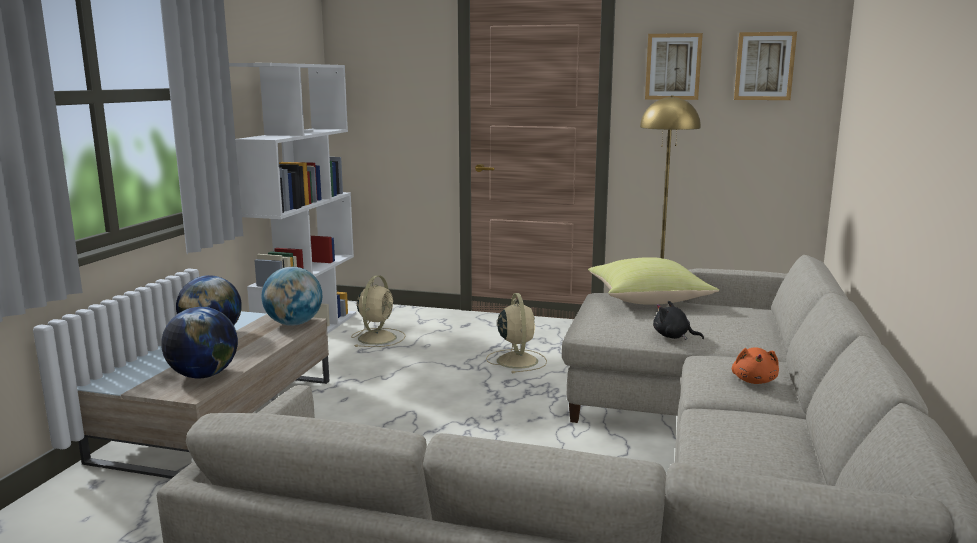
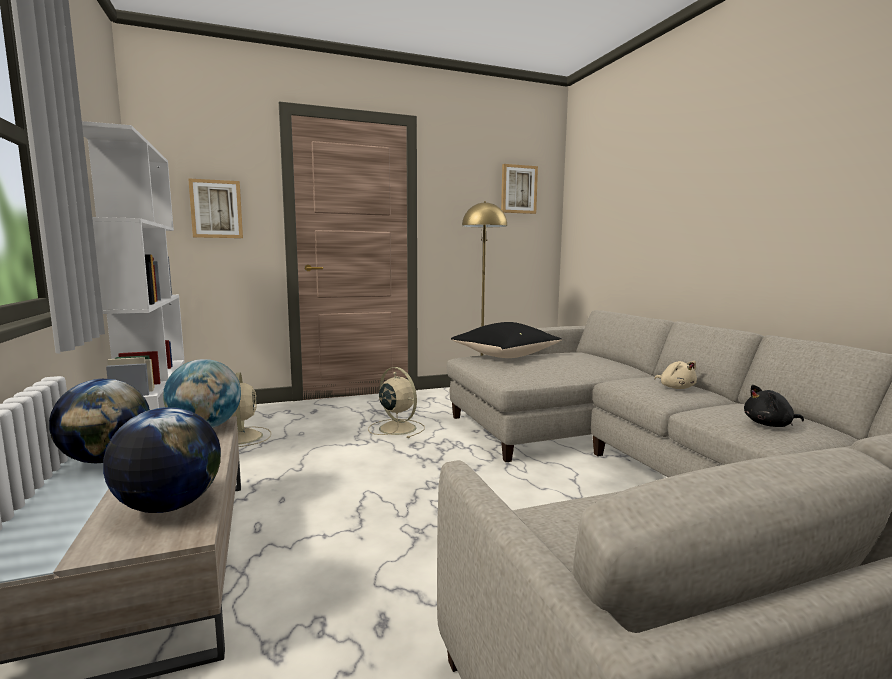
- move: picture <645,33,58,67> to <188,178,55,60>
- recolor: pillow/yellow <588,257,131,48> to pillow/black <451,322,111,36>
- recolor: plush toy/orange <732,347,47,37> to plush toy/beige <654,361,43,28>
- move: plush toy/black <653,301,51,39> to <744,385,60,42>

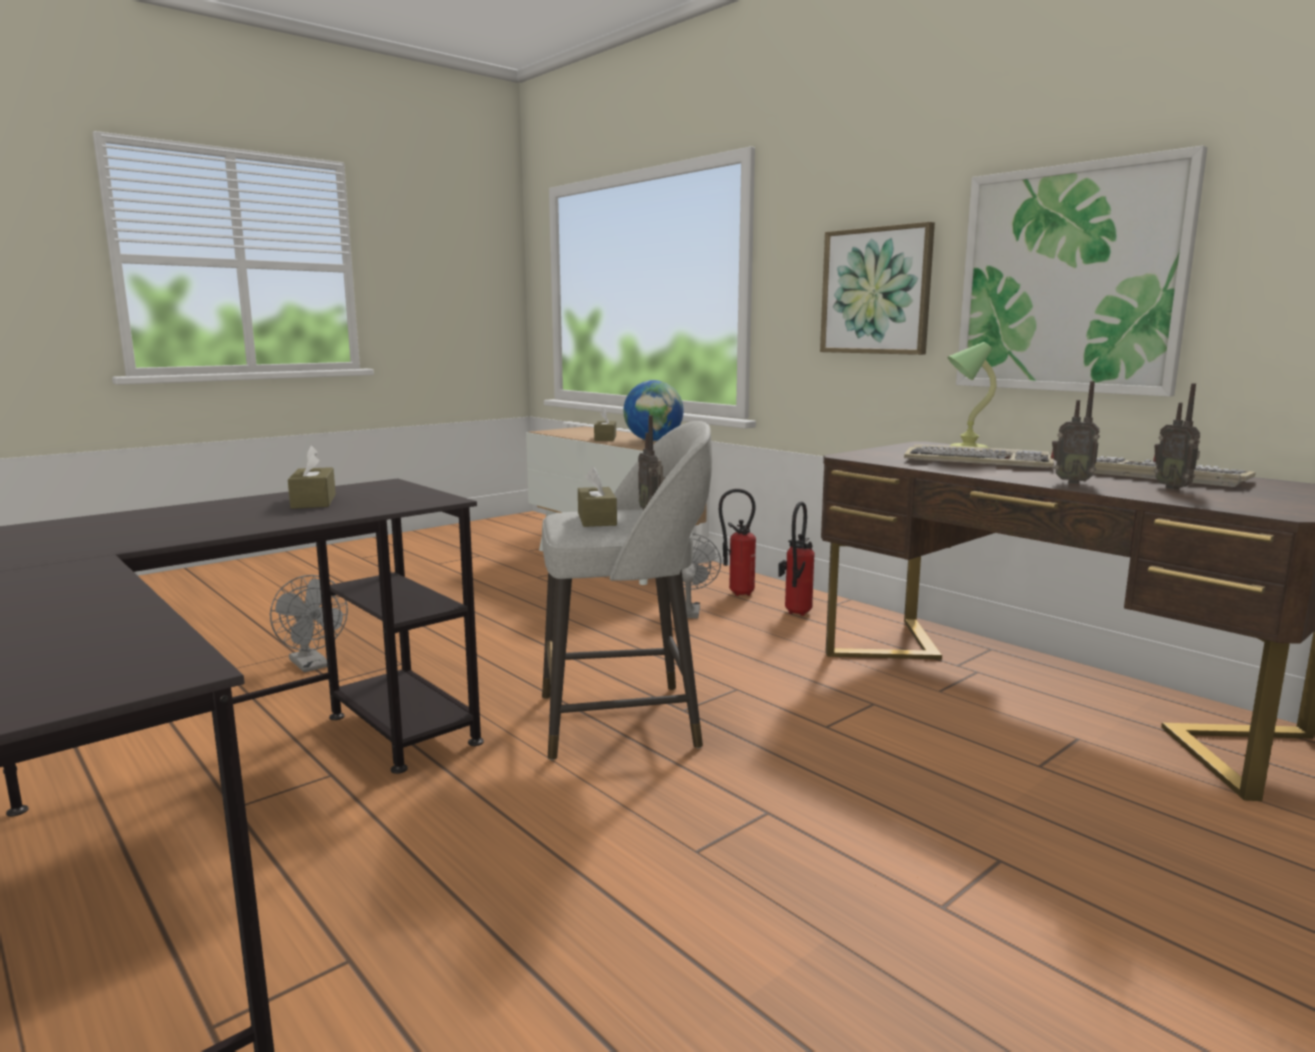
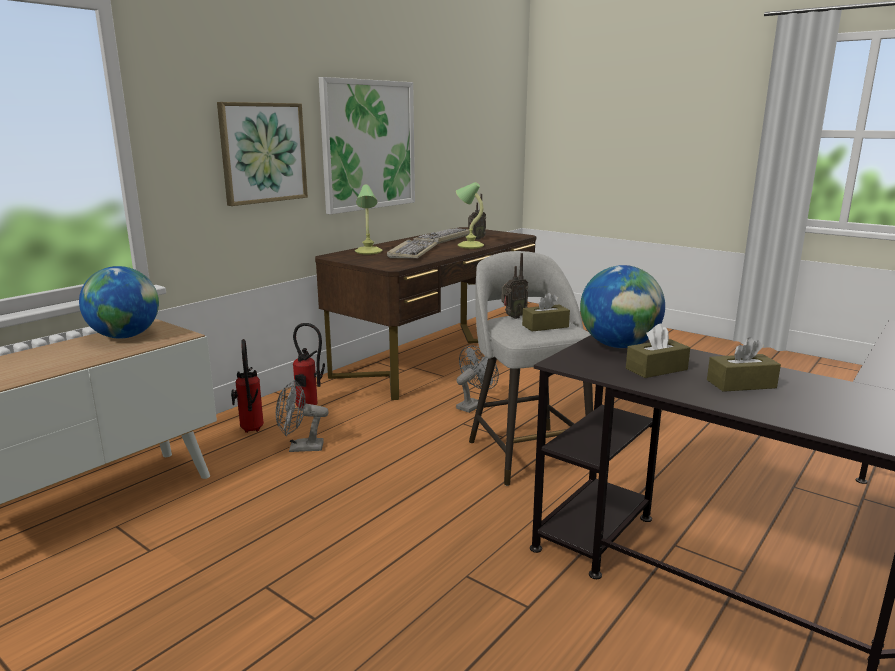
- replace: radio <1051,381,49,103> to table lamp <456,182,28,67>
- move: fan/grey <270,575,78,97> to <456,345,43,68>
- insert: globe <580,265,85,83>
- move: tissue box/brown <594,408,22,33> to <707,337,74,55>

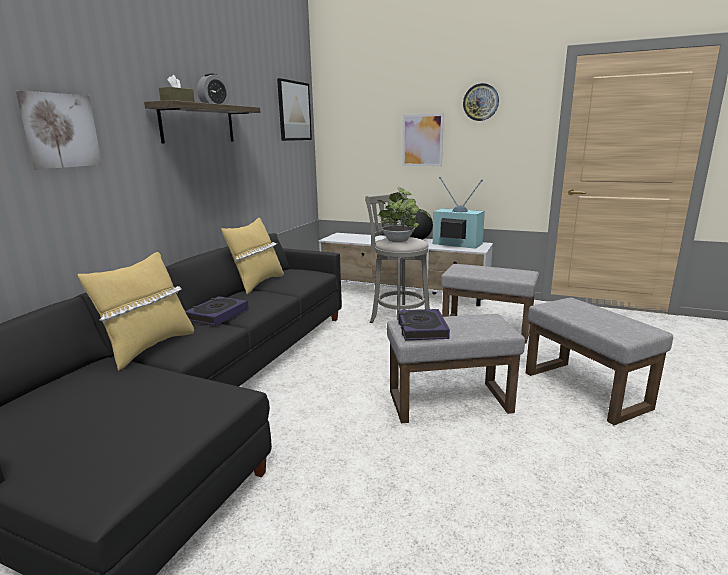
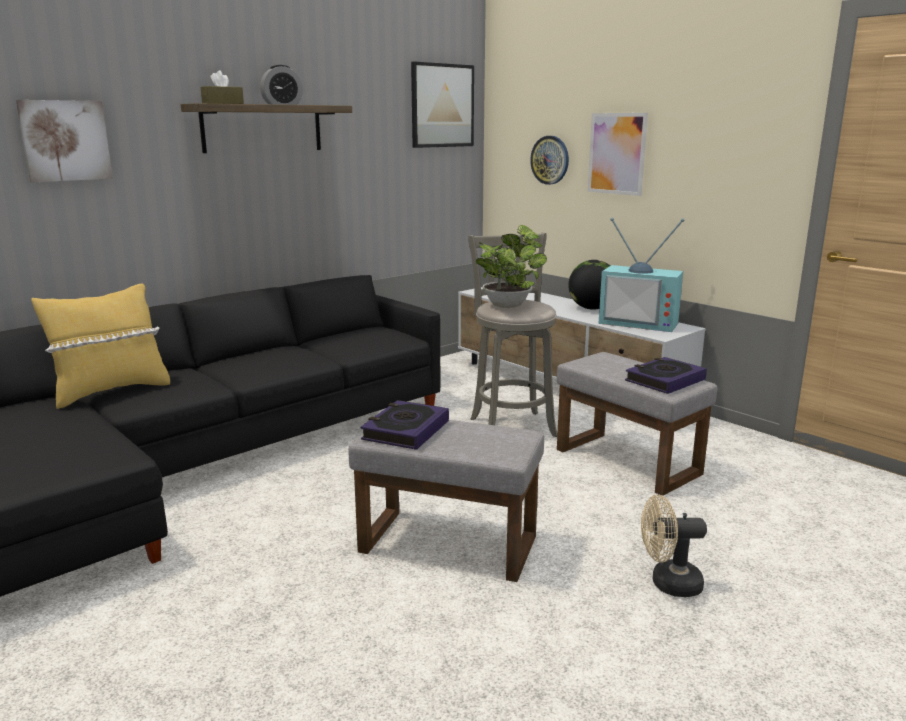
- move: wall clock <463,83,36,38> to <530,136,39,49>
- rotate: television <433,177,52,72> = <598,218,87,114> 150 degrees clockwise
- move: book <185,296,63,30> to <625,357,82,37>
- replace: ottoman/grey <525,298,148,127> to fan/beige <641,495,66,102>
- delete: pillow/yellow <221,218,63,76>

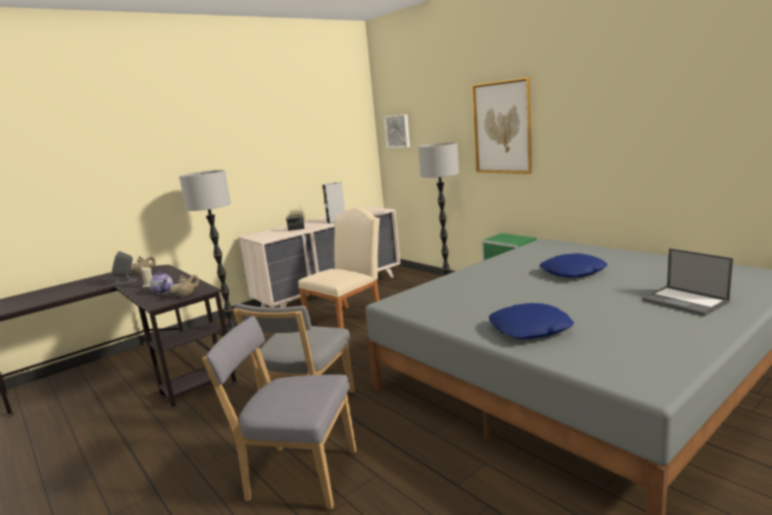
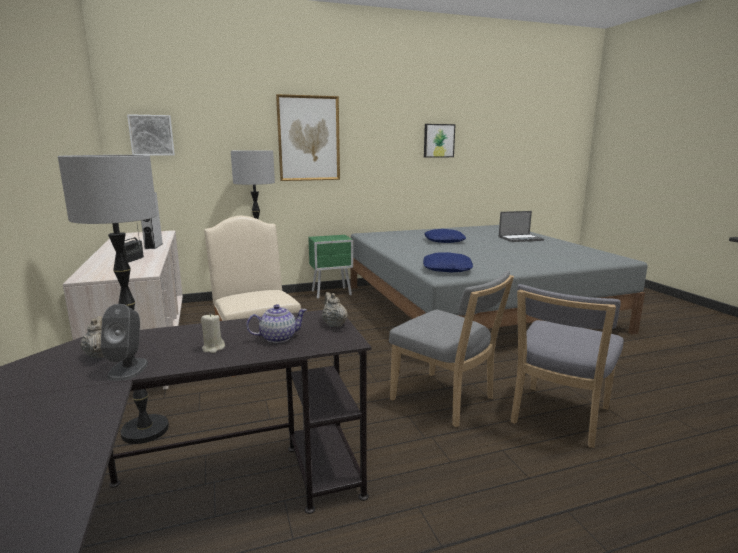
- move: pillow/blue <489,303,85,36> to <423,252,50,21>
- insert: picture <424,124,32,34>

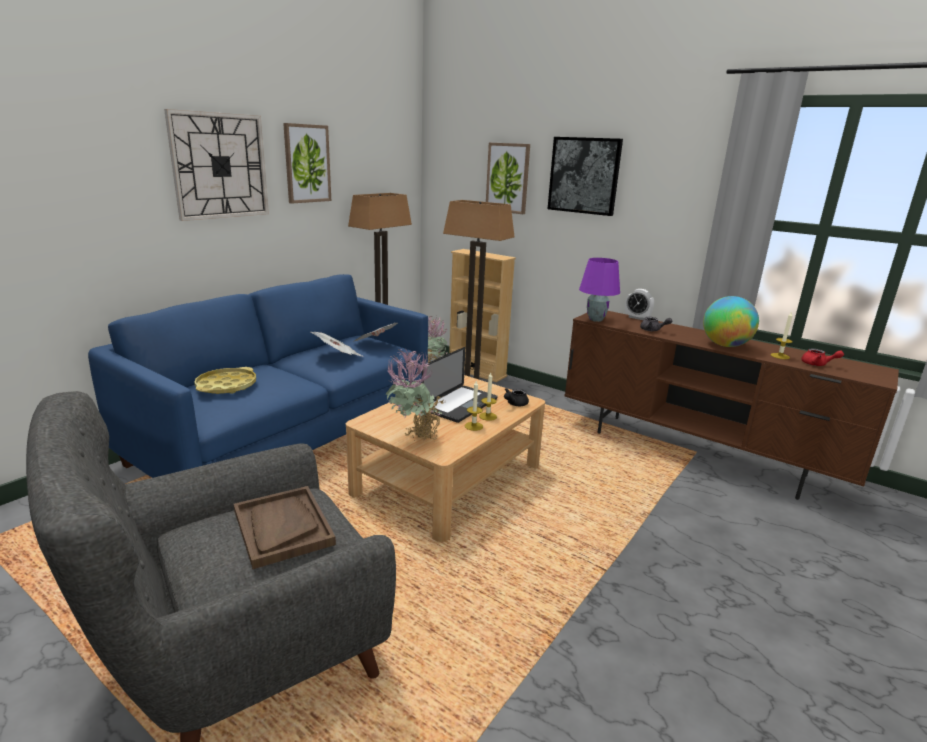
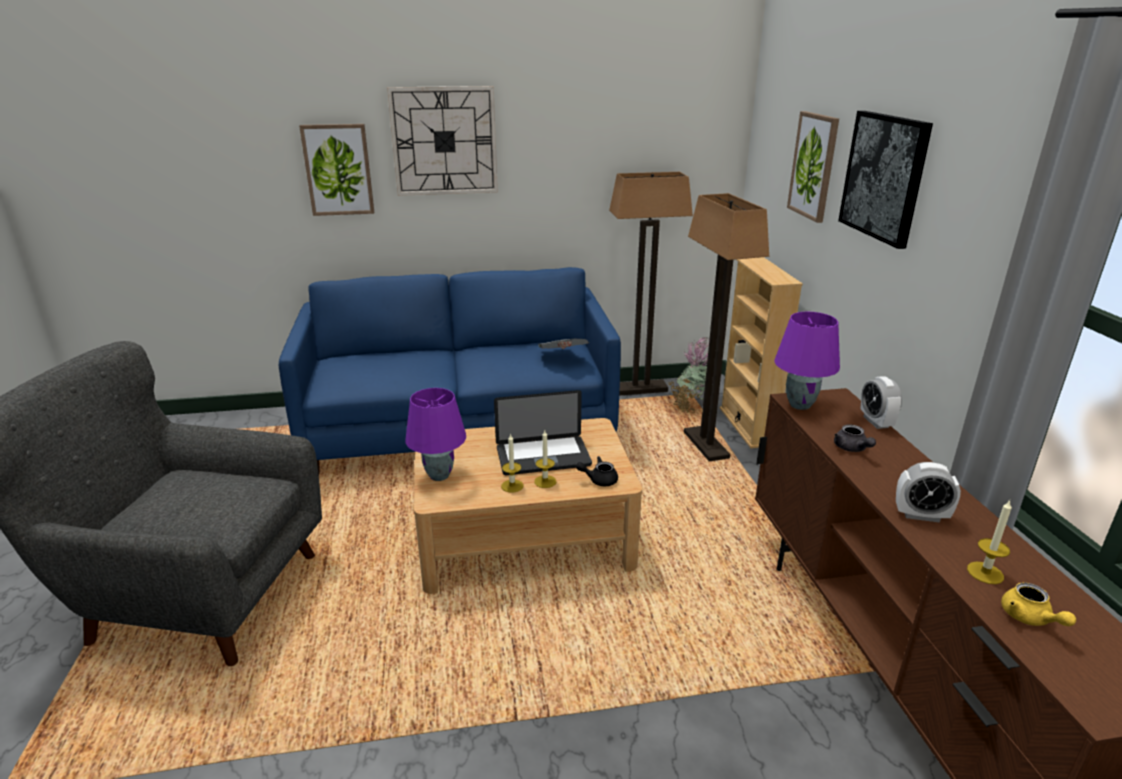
- move: picture <283,123,48,80> to <299,124,75,92>
- replace: potted plant <386,348,58,92> to table lamp/purple <405,388,61,93>
- replace: globe <703,296,56,51> to alarm clock <896,462,65,61>
- recolor: teapot/red <801,348,43,18> to teapot/yellow <1001,582,75,44>
- delete: tray/yellow <194,367,62,27>
- delete: tray/brown <234,486,102,83>
- delete: newspaper <311,332,51,24>

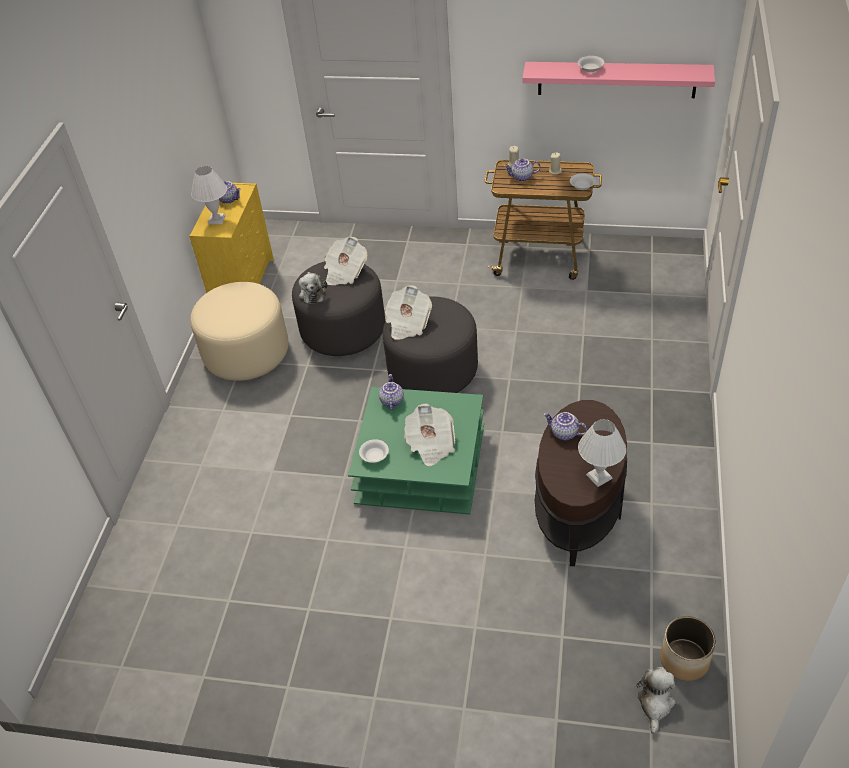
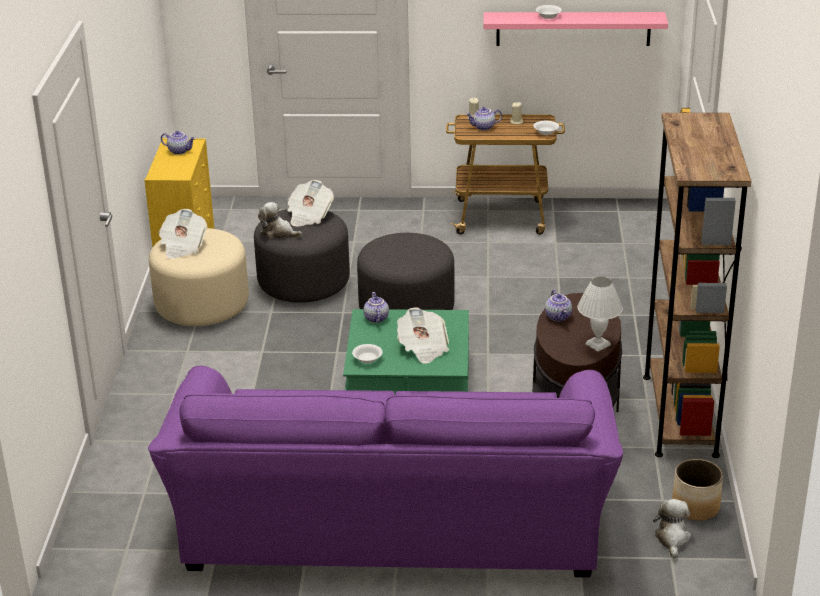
- insert: sofa/purple <148,366,475,212>
- move: newspaper <384,285,48,55> to <159,209,48,50>
- rotate: plush toy <299,272,28,32> = <258,202,44,37> 135 degrees clockwise
- rotate: teapot <544,412,43,28> = <545,290,27,32> 120 degrees counterclockwise
- insert: bookcase/brown <643,113,108,345>
- delete: table lamp/white <191,166,36,58>

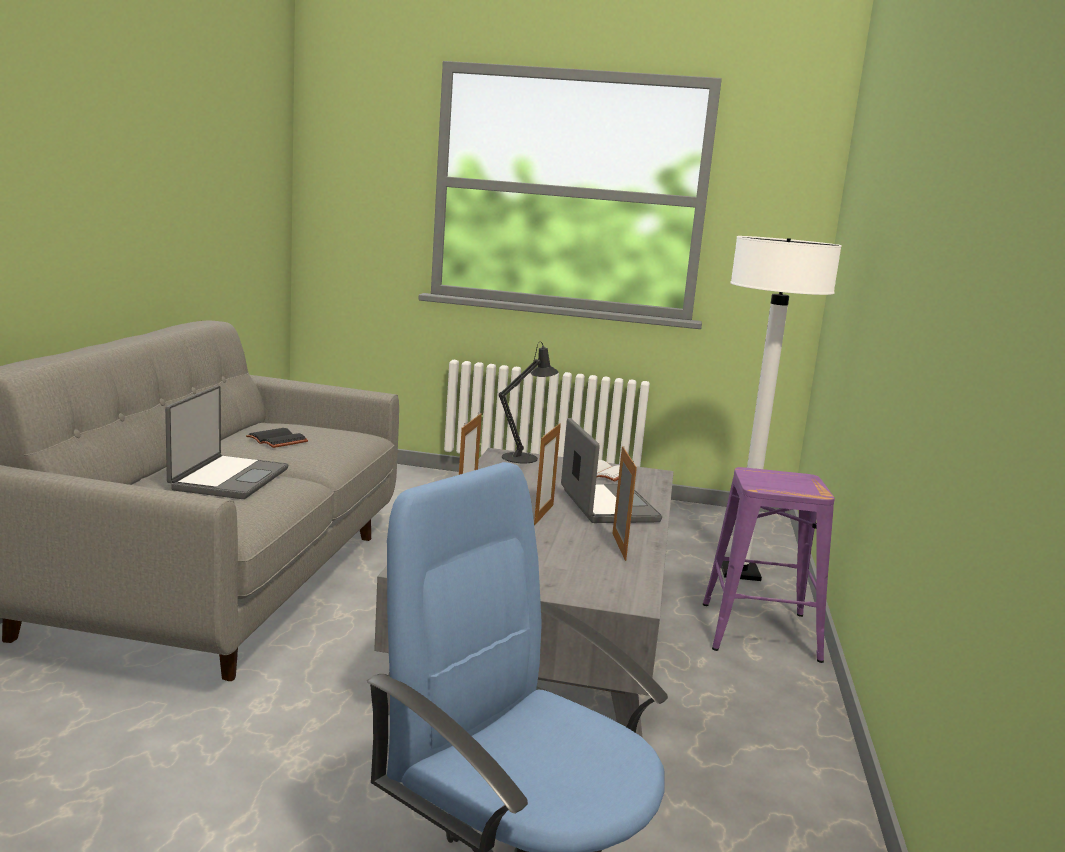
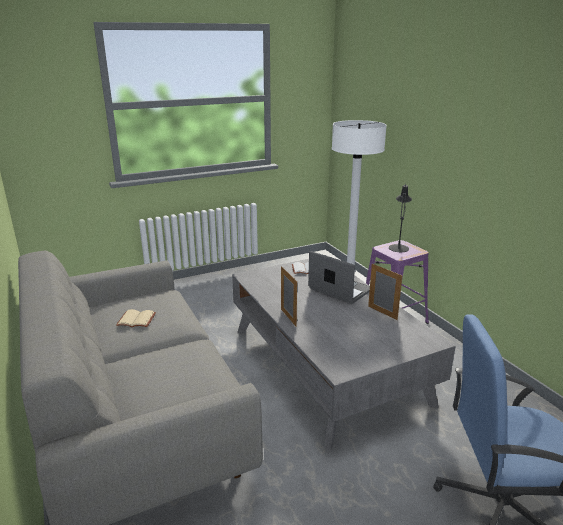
- recolor: book/black <246,428,63,20> to book/beige <116,309,40,18>
- move: table lamp/black <499,341,59,122> to <389,183,23,69>
- delete: laptop <165,385,123,114>
- delete: picture frame <534,422,27,103>

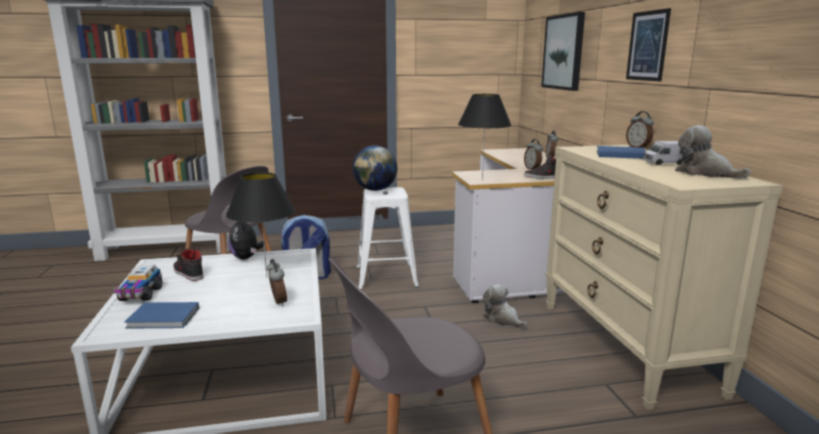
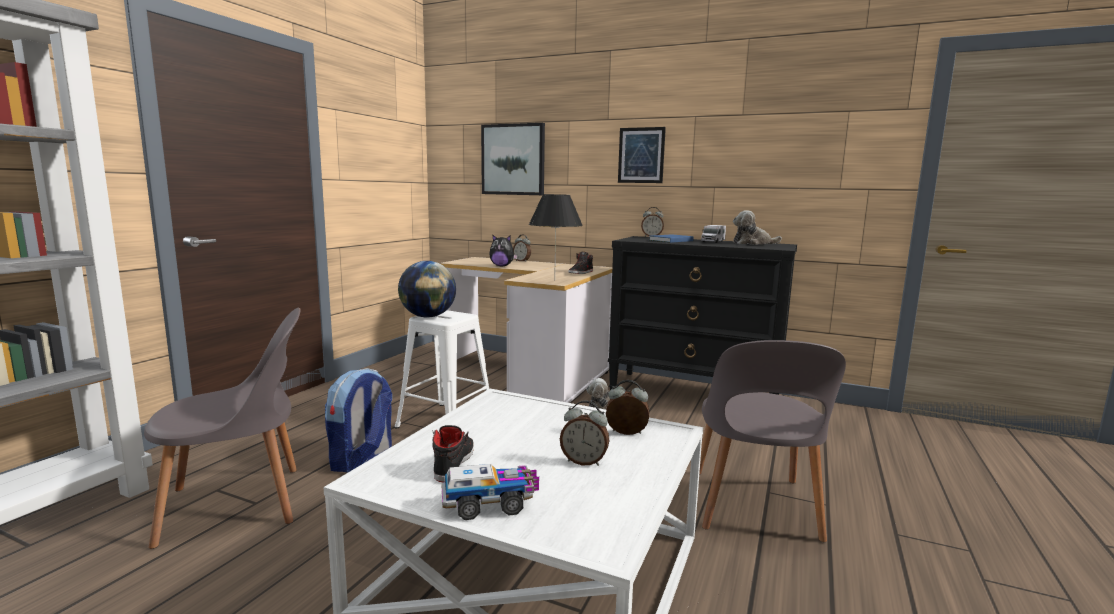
- rotate: shoe/black <173,248,31,33> = <432,425,42,57> 105 degrees clockwise
- rotate: toy truck <113,265,50,36> = <441,464,98,56> 45 degrees counterclockwise
- move: plush toy <229,222,36,37> to <489,235,29,32>
- move: alarm clock <524,139,19,30> to <560,401,49,65>
- recolor: dresser/beige <546,144,237,266> to dresser/black <608,236,189,159>
- delete: book/blue <124,302,75,27>
- delete: table lamp/black <226,172,70,106>

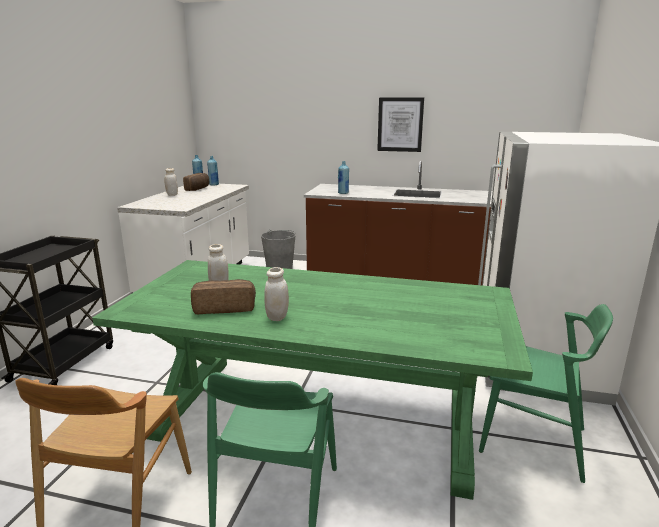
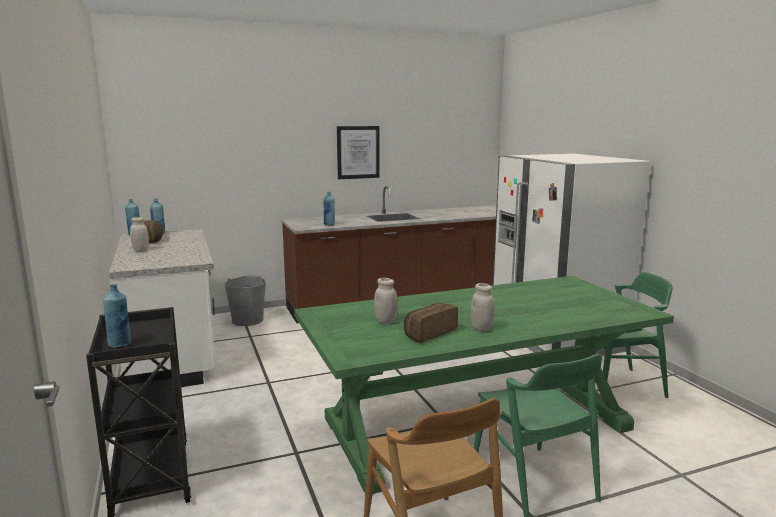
- insert: bottle/blue <103,284,28,64>

